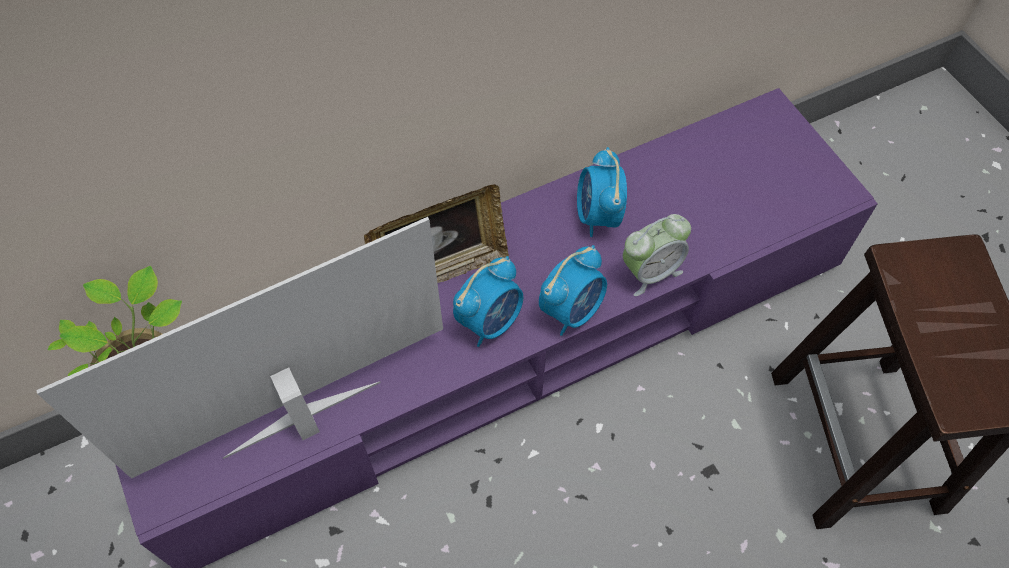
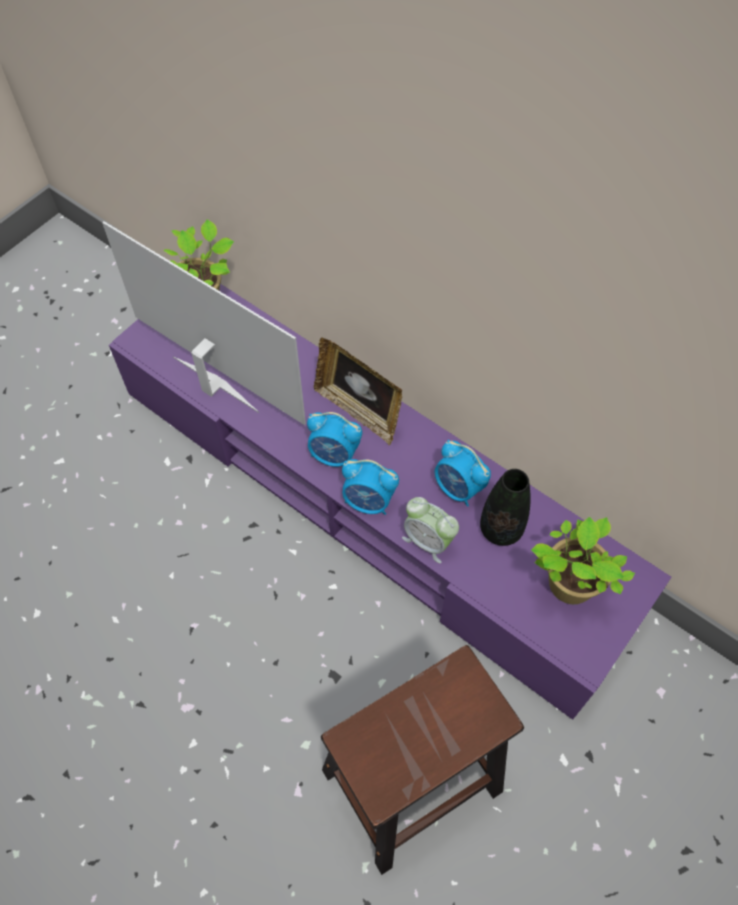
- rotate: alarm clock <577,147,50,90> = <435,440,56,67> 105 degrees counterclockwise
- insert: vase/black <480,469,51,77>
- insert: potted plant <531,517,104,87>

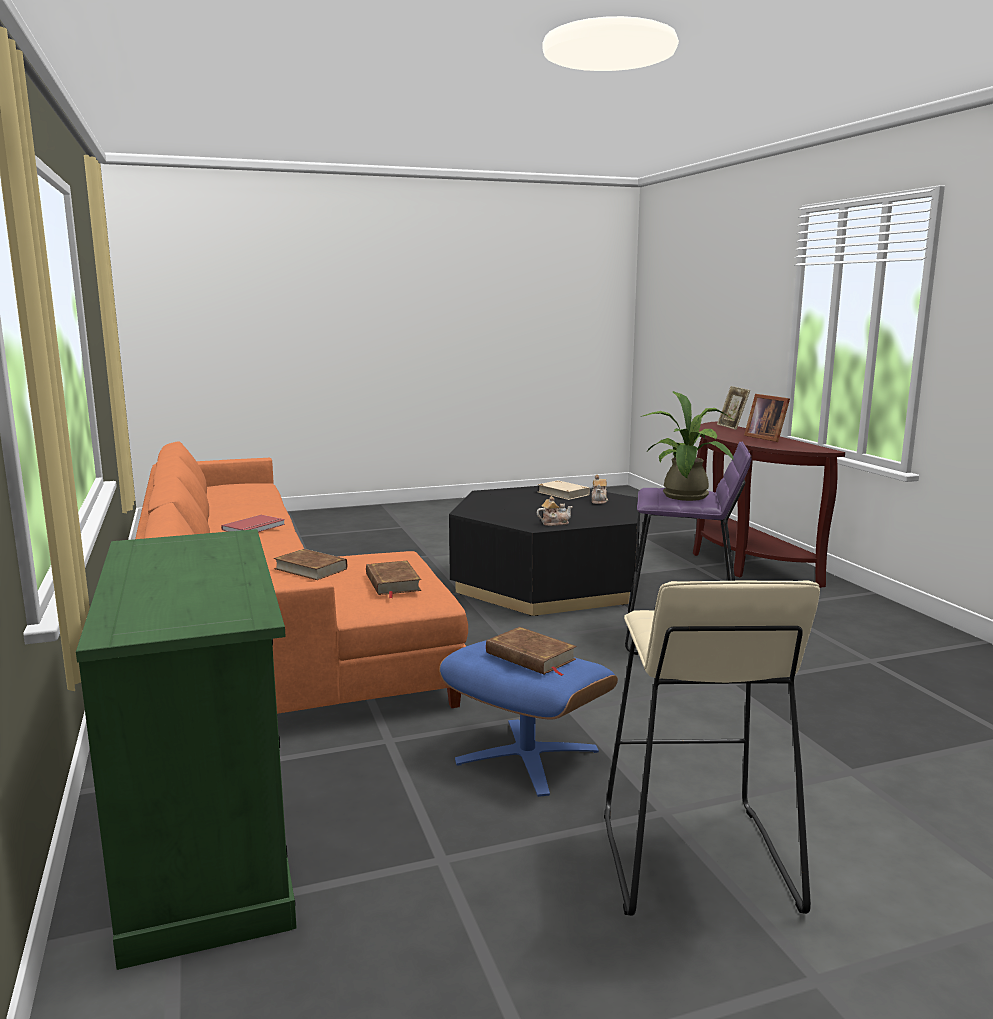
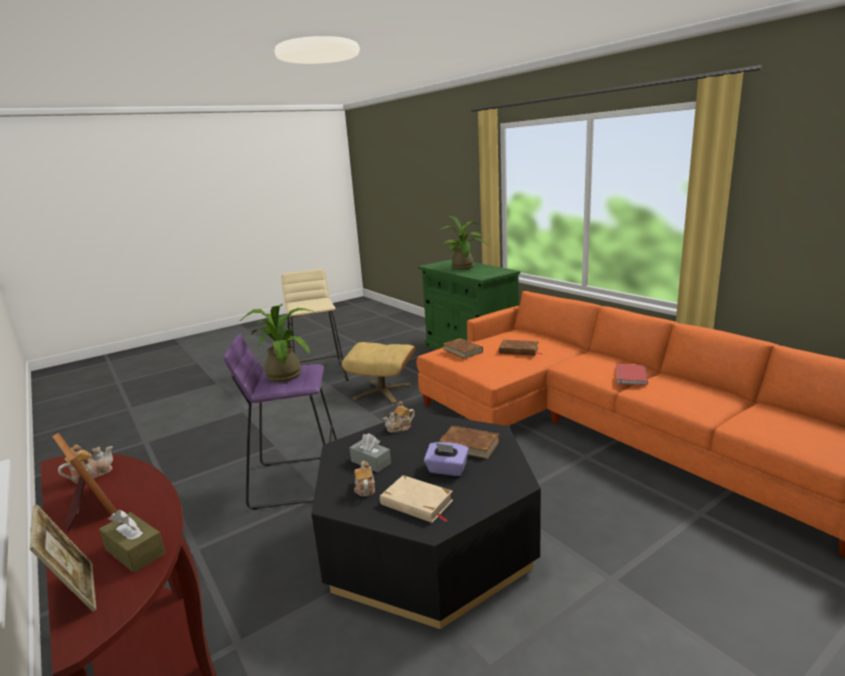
- insert: teapot <58,445,55,39>
- insert: tissue box/brown <99,510,66,63>
- recolor: ottoman/blue <439,640,179,157> to ottoman/beige <341,342,75,62>
- insert: tissue box/grey <349,433,42,39>
- insert: tissue box/purple <424,442,45,34>
- insert: potted plant <439,216,48,53>
- move: book/brown <486,627,91,49> to <439,426,61,33>

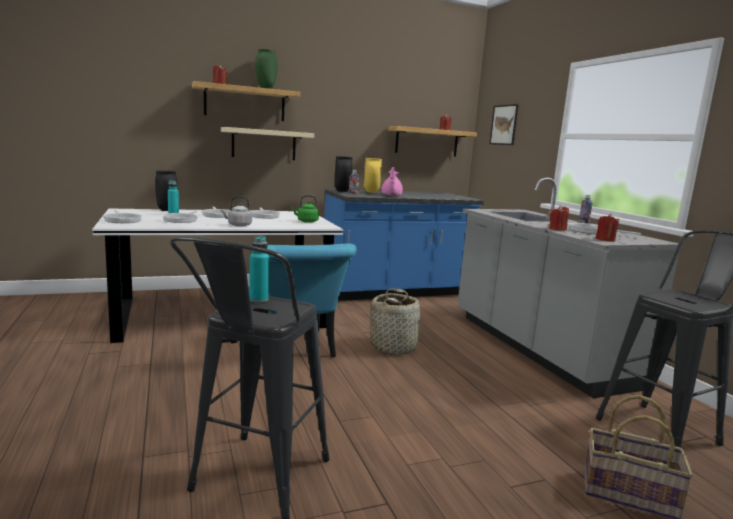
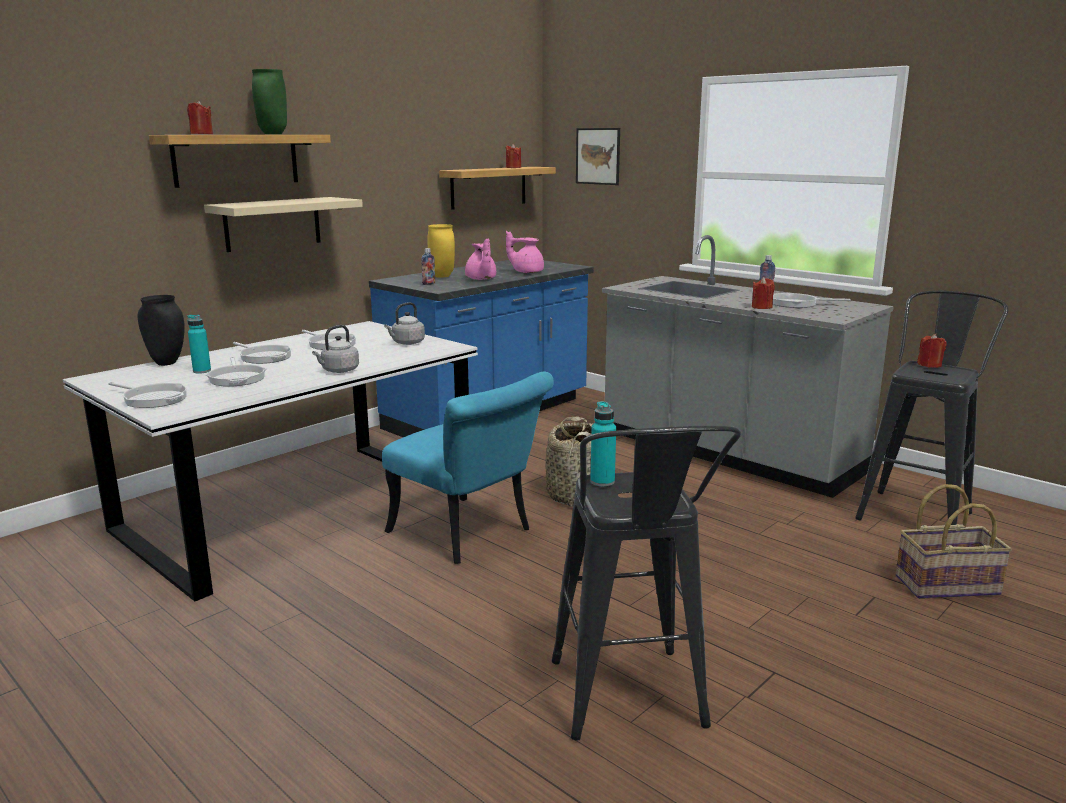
- recolor: kettle/green <291,195,28,28> to kettle/grey <384,302,41,43>
- insert: teapot/pink <506,231,38,42>
- move: candle/red <596,214,23,28> to <917,334,30,34>
- delete: vase/black <335,156,17,36>

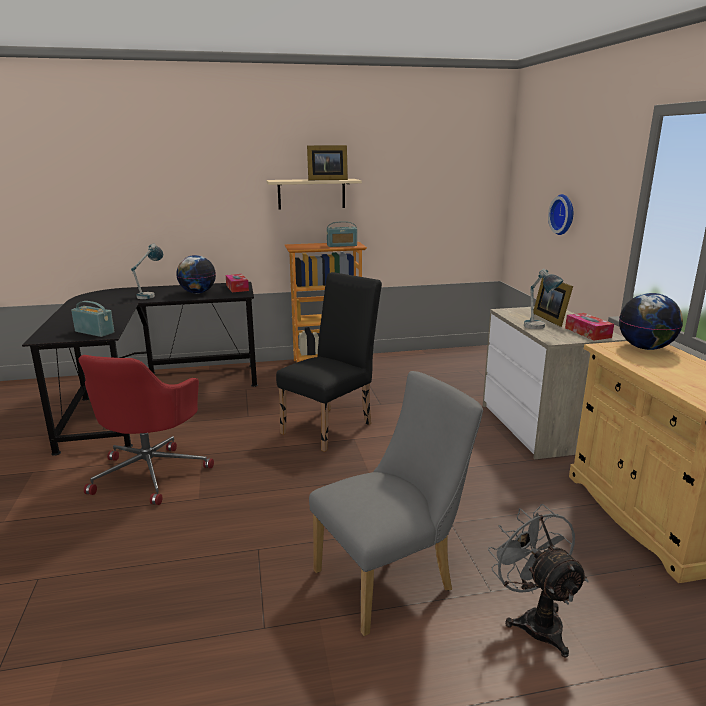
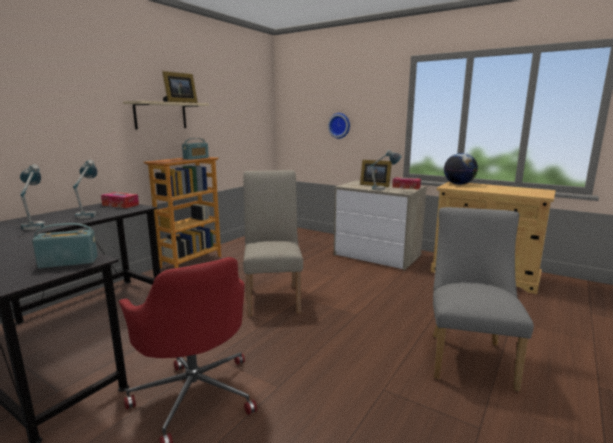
- replace: globe <177,255,39,39> to table lamp <73,160,24,59>
- recolor: chair/black <276,272,106,180> to chair/beige <243,170,60,146>
- delete: fan/grey <488,504,101,154>

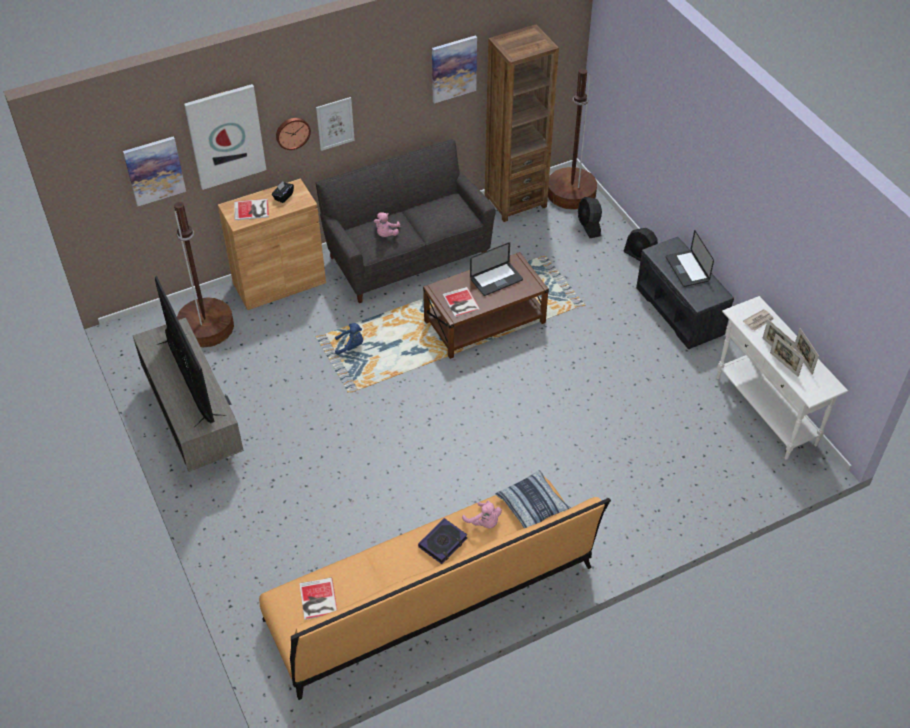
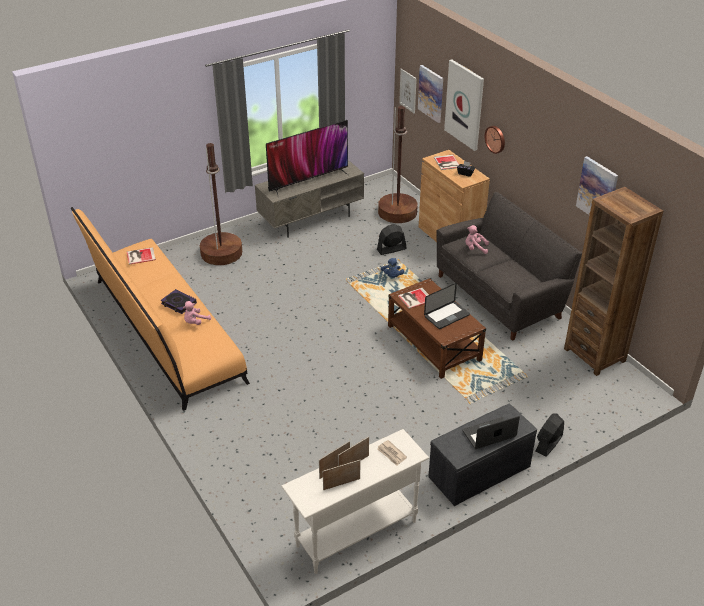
- move: floor lamp/brown <548,69,49,141> to <200,143,42,122>
- move: fan/black <578,197,24,41> to <377,224,30,31>
- move: picture <316,97,39,54> to <399,69,18,45>
- rotate: laptop <470,242,53,54> = <424,283,46,46> 90 degrees counterclockwise
- delete: pillow <495,470,76,58>

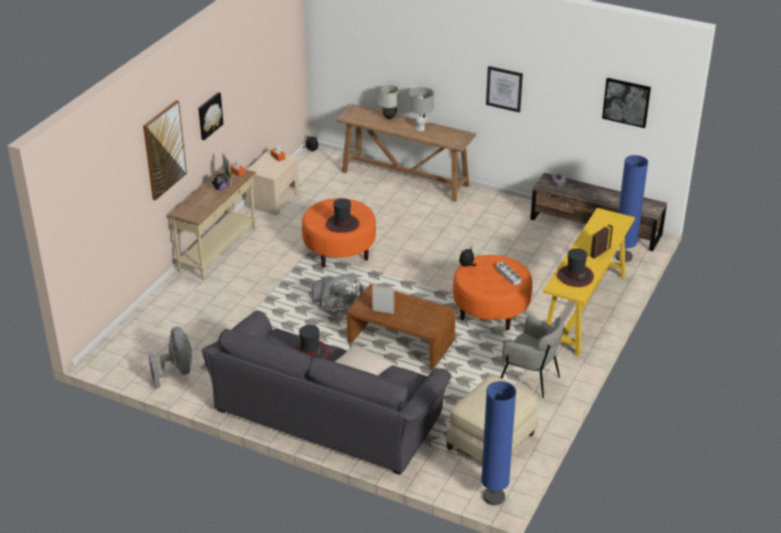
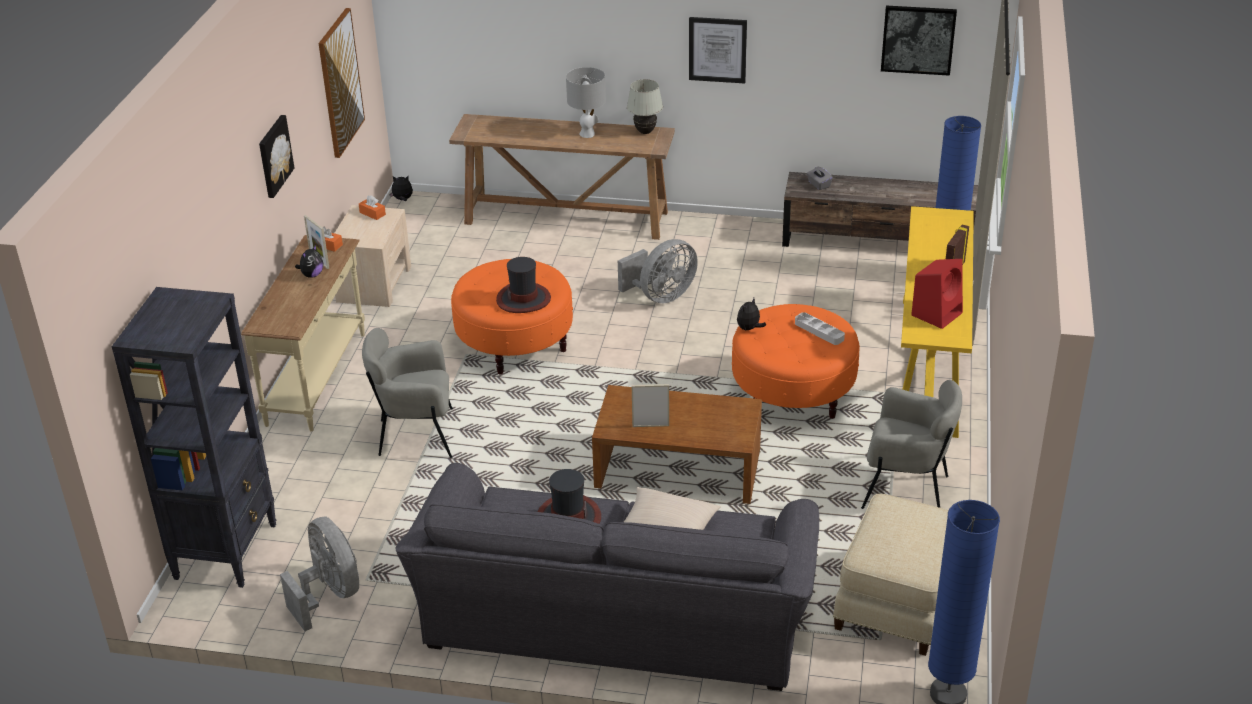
- insert: bookcase/black <111,287,166,301>
- move: picture <143,100,44,101> to <318,8,47,150>
- insert: armchair/grey <362,328,91,130>
- move: fan/grey <311,275,53,41> to <618,239,80,64>
- move: table lamp/white <378,85,23,34> to <627,79,36,55>
- replace: hat <557,248,37,39> to speaker/red <911,259,52,70>

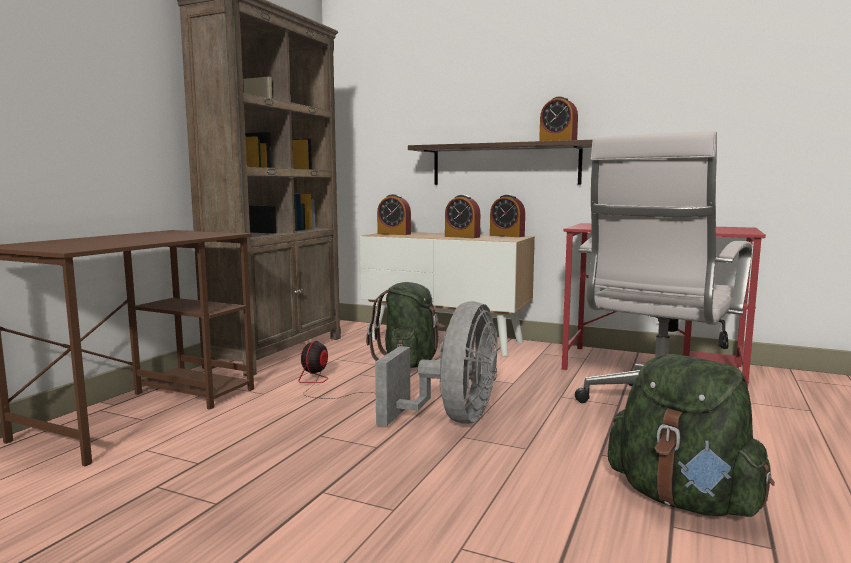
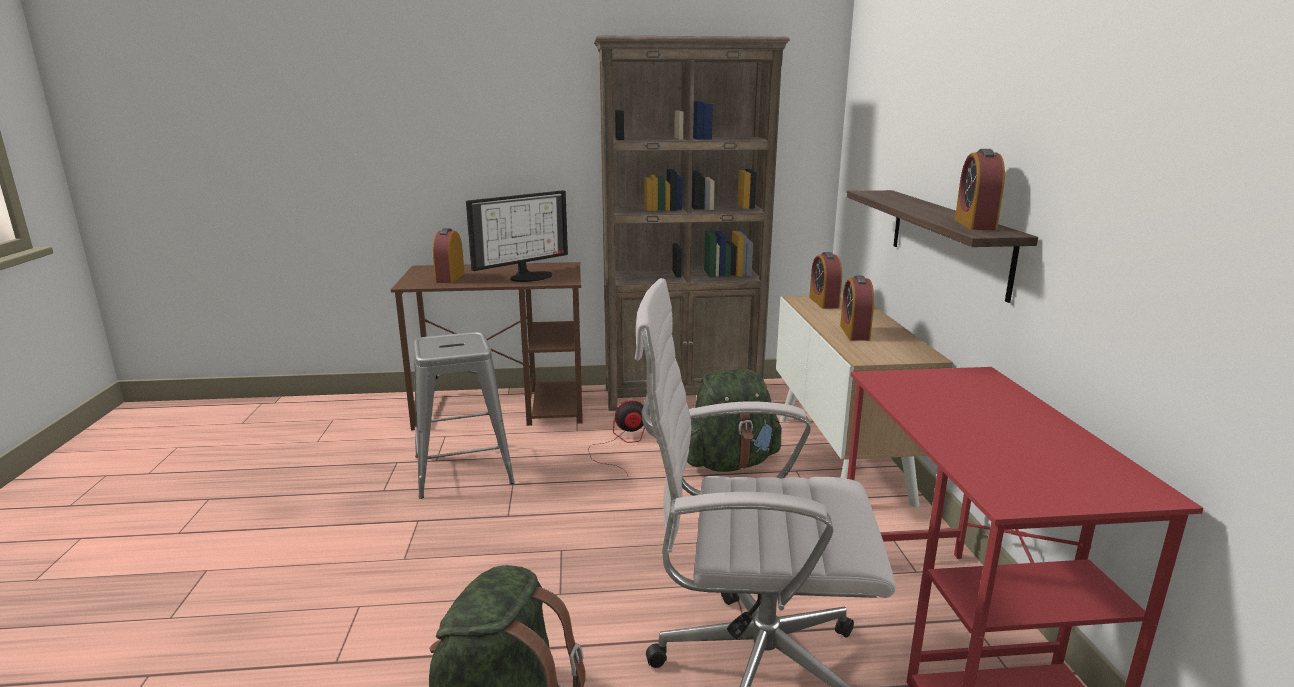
- insert: stool/grey <414,332,101,167>
- move: alarm clock <490,195,35,42> to <433,228,32,55>
- insert: monitor <466,190,102,92>
- delete: fan/grey <375,301,123,125>

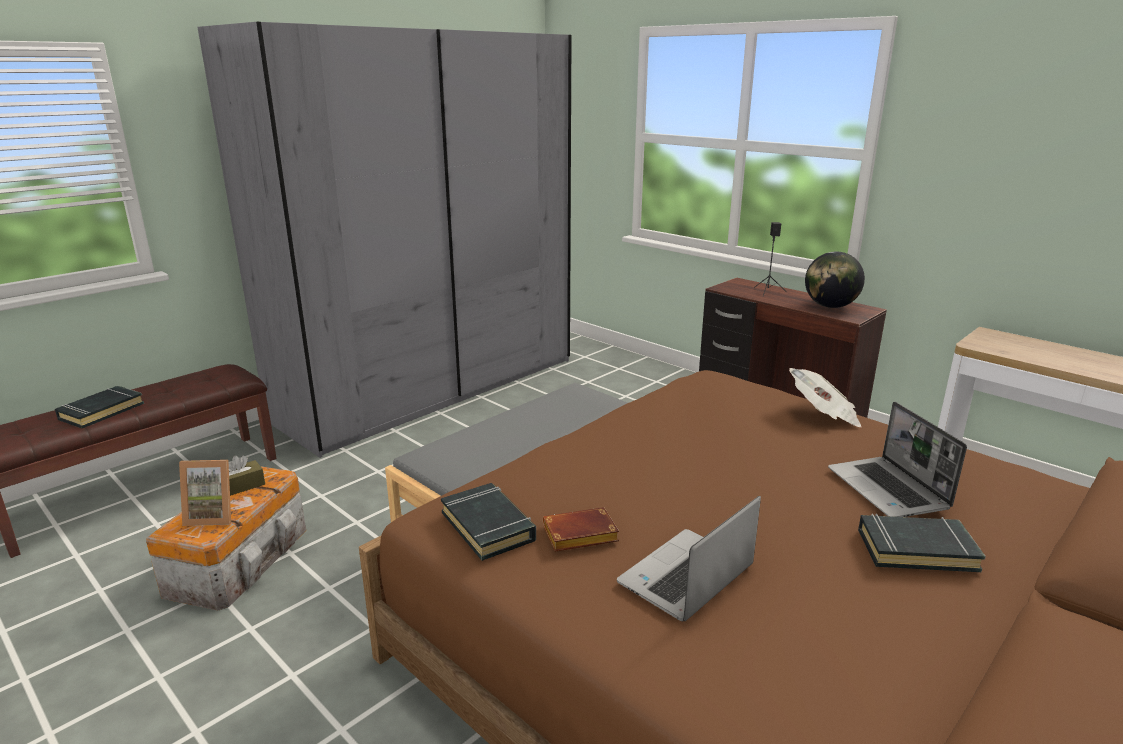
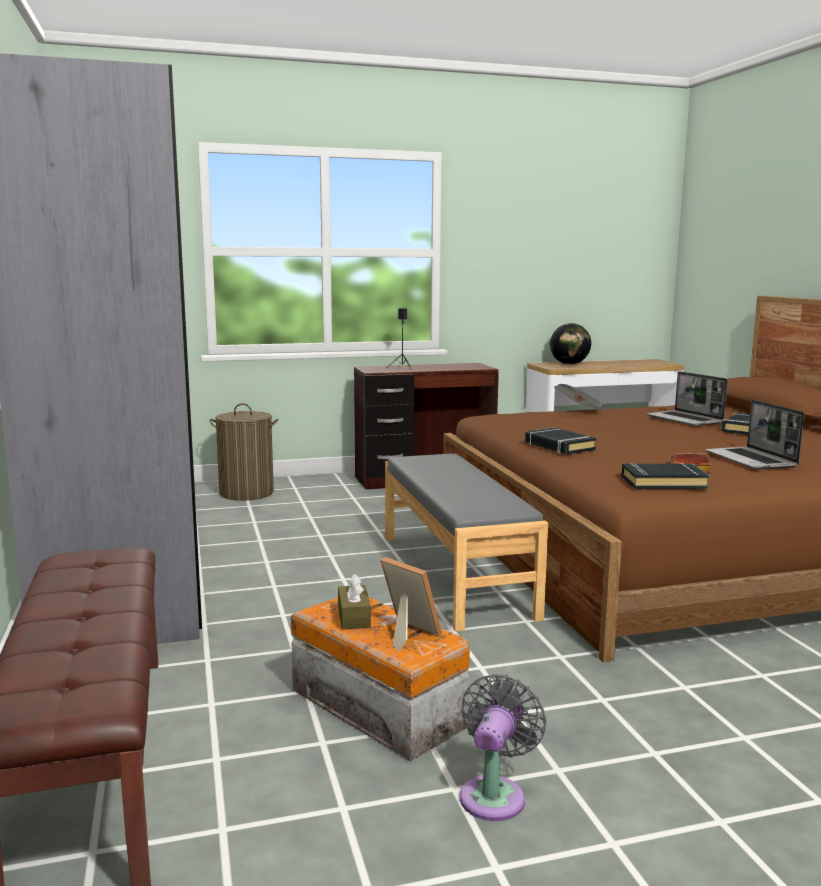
- insert: laundry basket <209,403,70,98>
- rotate: picture frame <179,460,52,66> = <380,557,62,95> 75 degrees counterclockwise
- insert: fan/grey <460,674,87,147>
- move: book/black <55,386,89,43> to <525,427,71,27>
- move: globe <805,252,60,56> to <550,323,41,41>
- rotate: laptop <828,402,139,115> = <647,371,81,55> 45 degrees clockwise

